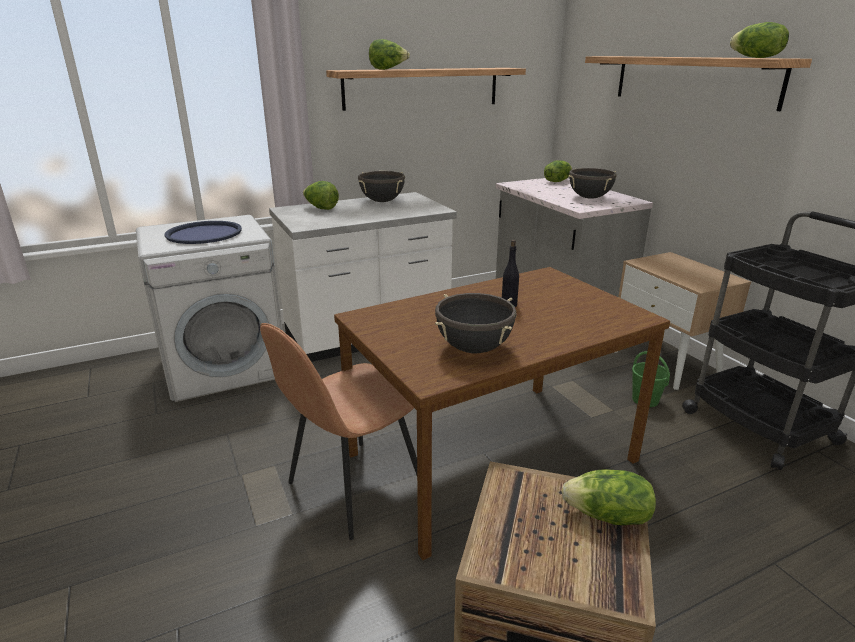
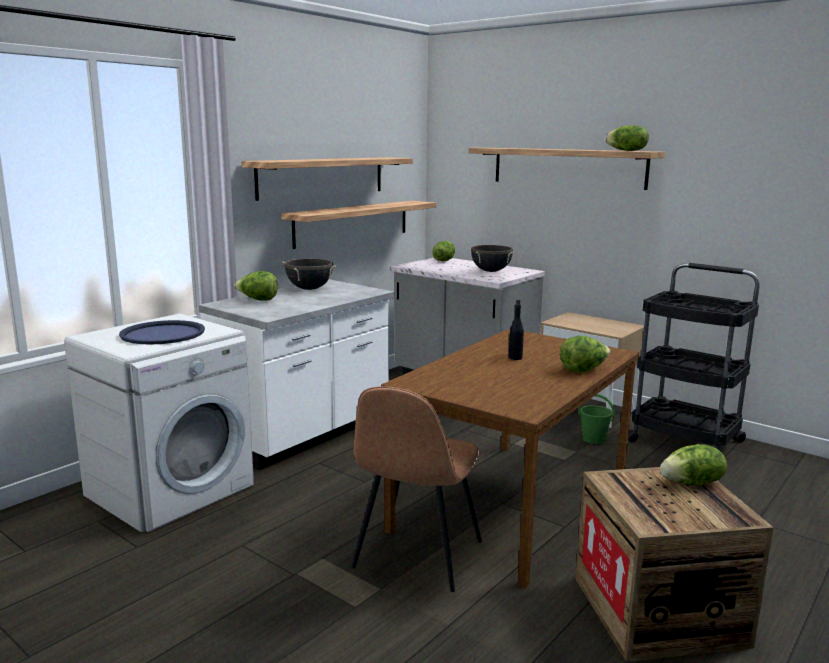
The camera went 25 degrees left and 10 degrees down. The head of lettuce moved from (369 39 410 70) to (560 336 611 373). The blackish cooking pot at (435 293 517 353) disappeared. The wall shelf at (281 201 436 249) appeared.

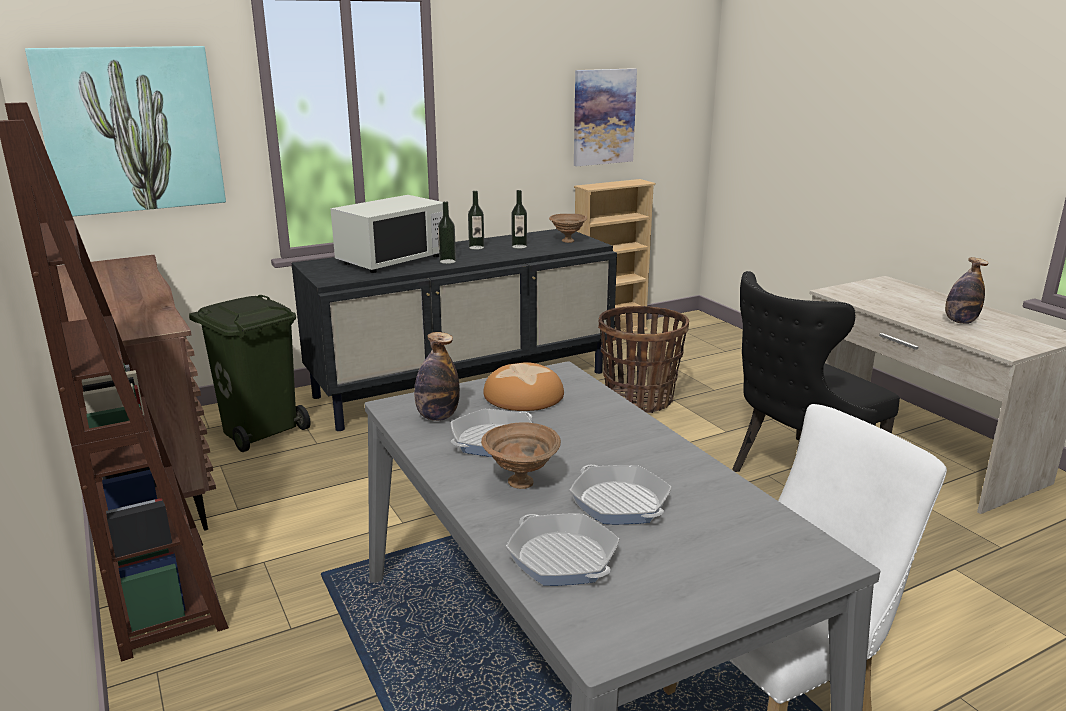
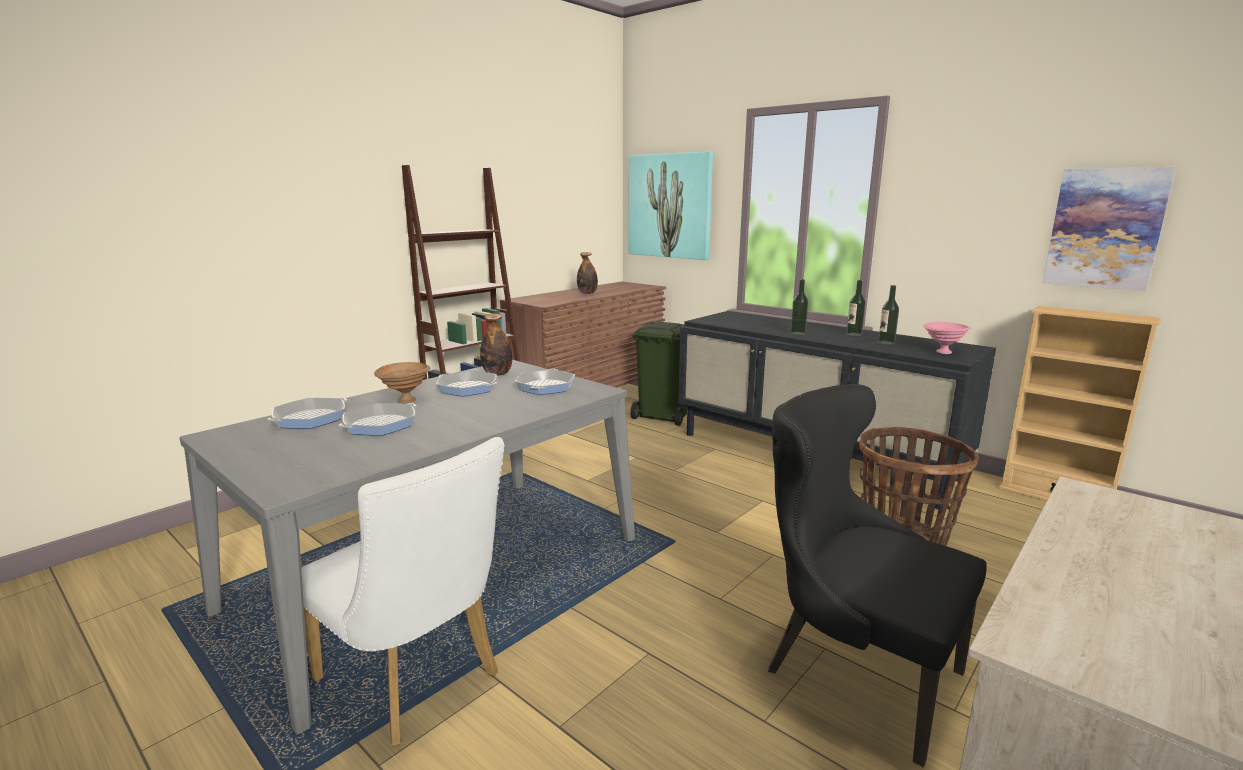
The camera went 70 degrees right and 5 degrees down. The whitish microwave at (330 195 443 273) disappeared. The brown deep dish at (549 214 587 243) became the pinkish deep dish at (923 322 971 354). The bottle moved from (945 257 988 324) to (577 252 598 294). The baked bread at (483 362 564 411) was replaced by the pan at (515 369 575 395).

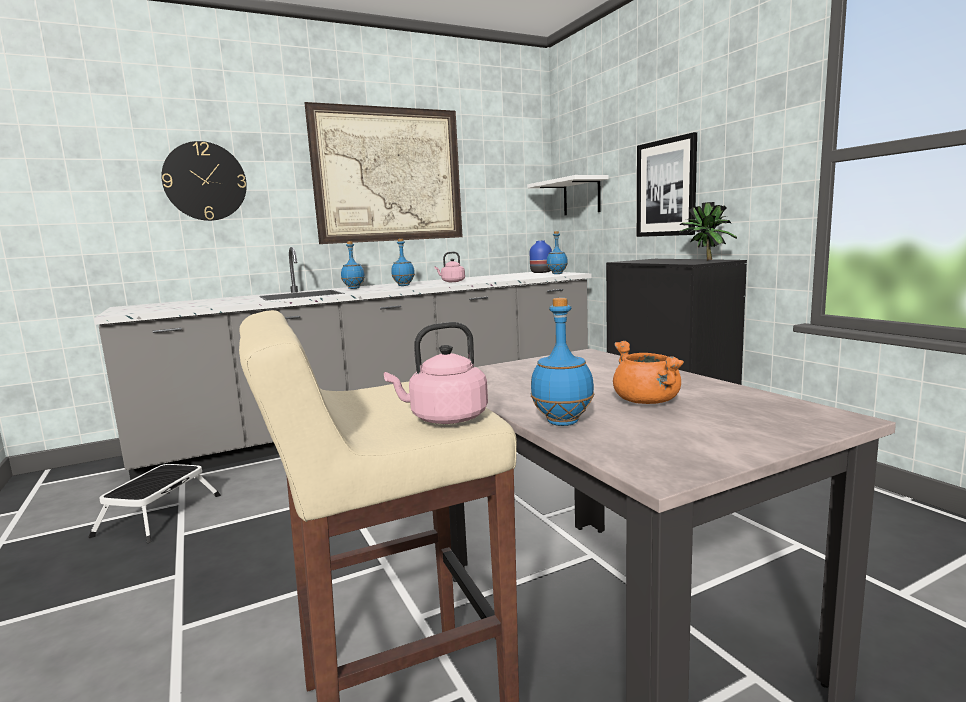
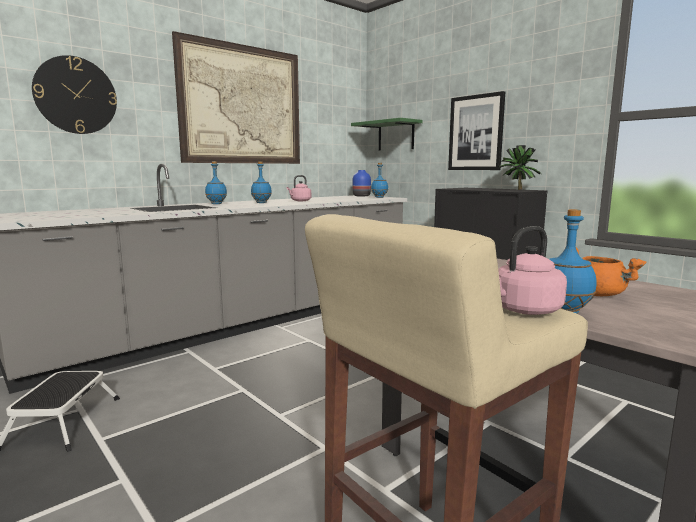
The camera went 15 degrees left and 0 degrees up. The whitish wall shelf at (527 175 609 215) became the greenish wall shelf at (351 118 423 151).

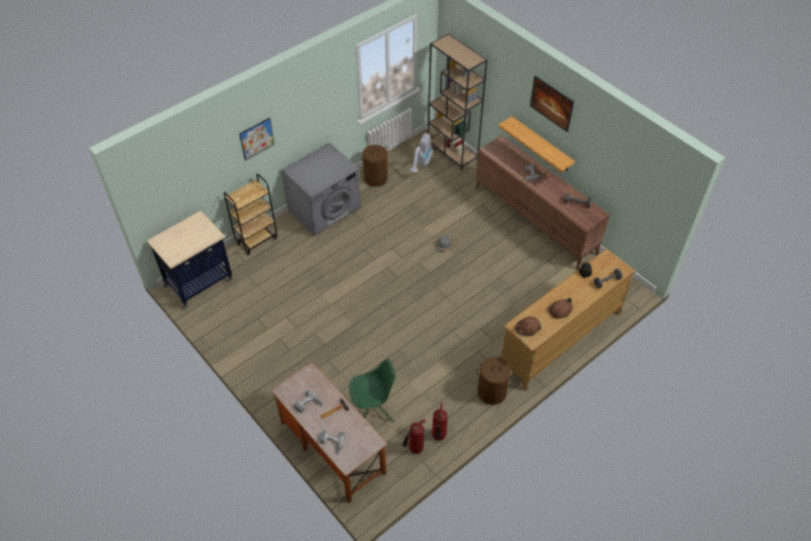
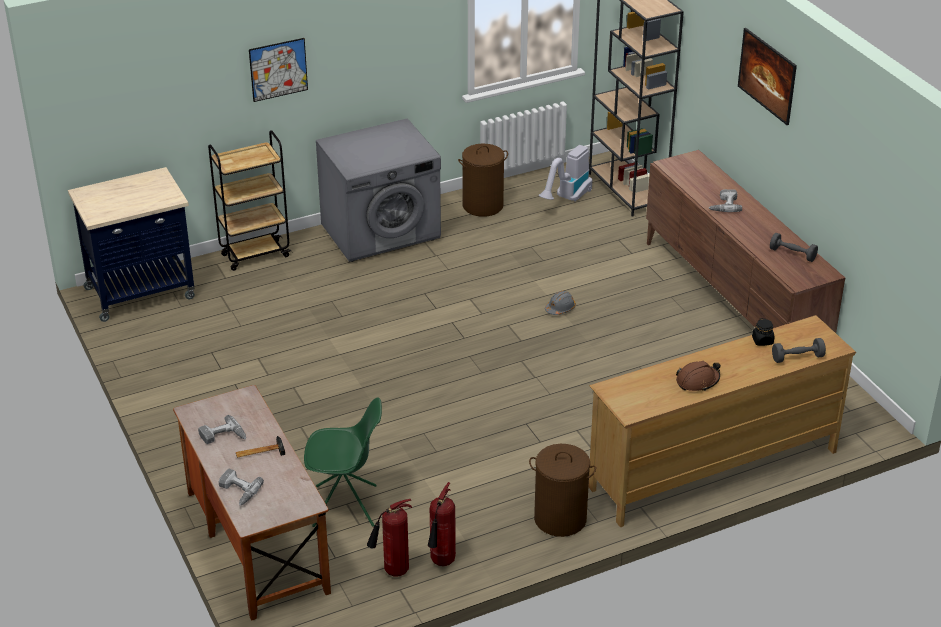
The camera went 15 degrees right and 15 degrees down. The wall shelf at (498 116 575 172) disappeared. The brown hard hat at (515 316 541 336) disappeared.

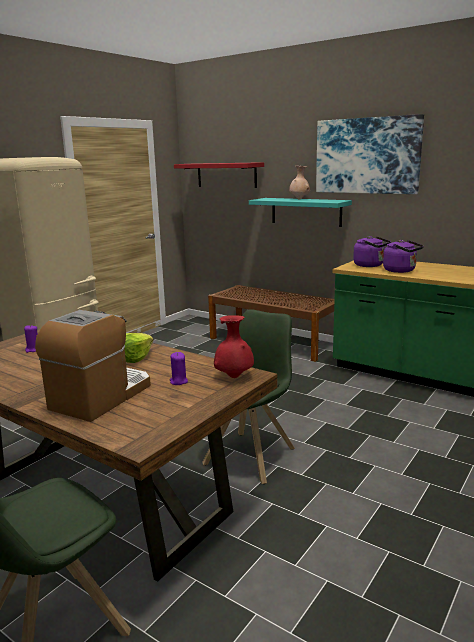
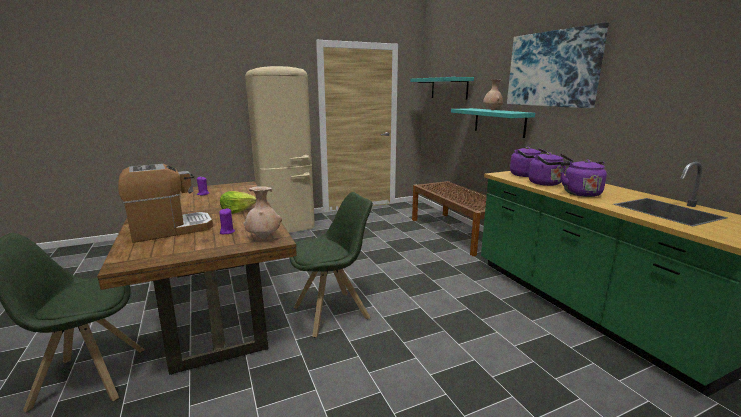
The camera went 30 degrees right and 0 degrees up. The reddish wall shelf at (174 162 264 188) became the turquoise-coloured wall shelf at (410 77 474 99). The reddish vase at (214 315 254 378) became the beige vase at (244 186 282 239). The purple-coloured tea kettle at (560 159 607 197) appeared.

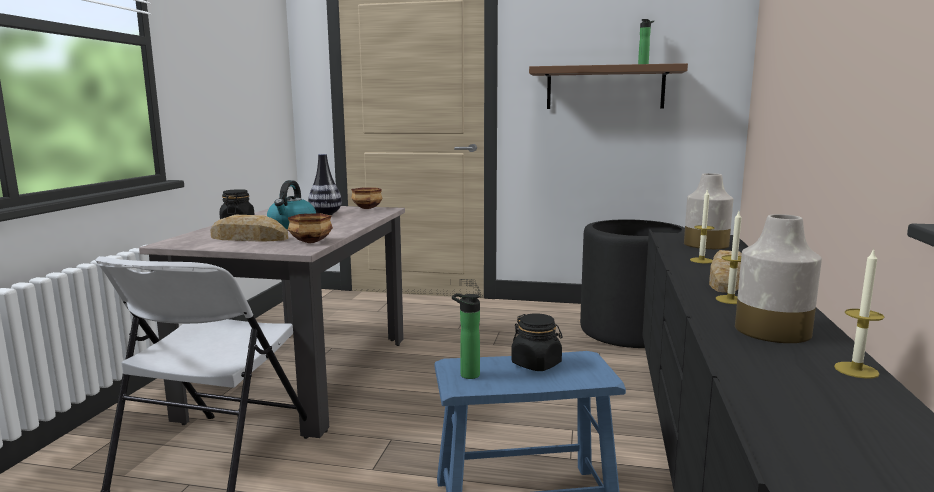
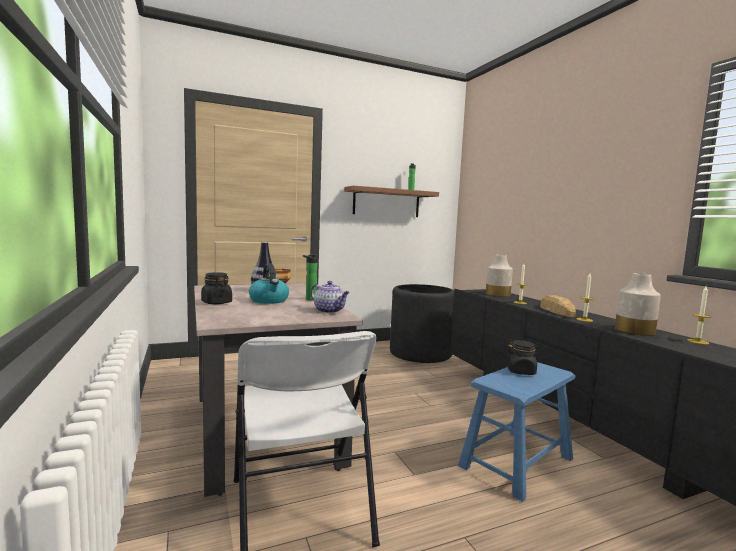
The camera went 35 degrees left and 5 degrees down. The deep dish at (288 213 333 243) was replaced by the teapot at (311 281 350 313). The baked bread at (210 215 288 242) disappeared. The bottle moved from (452 293 480 379) to (303 254 318 300).

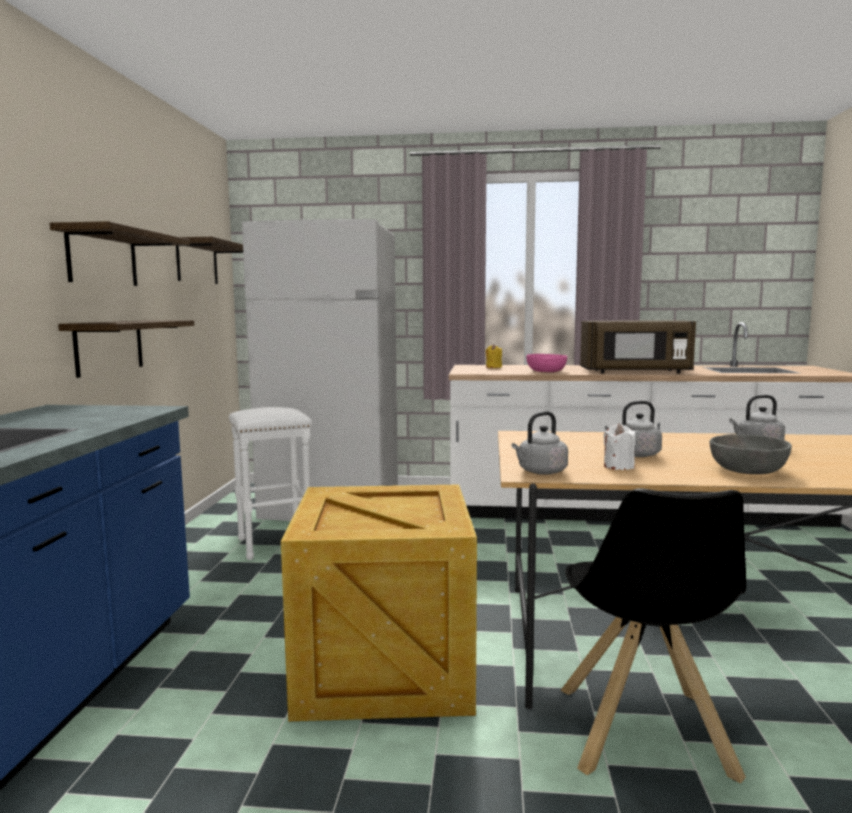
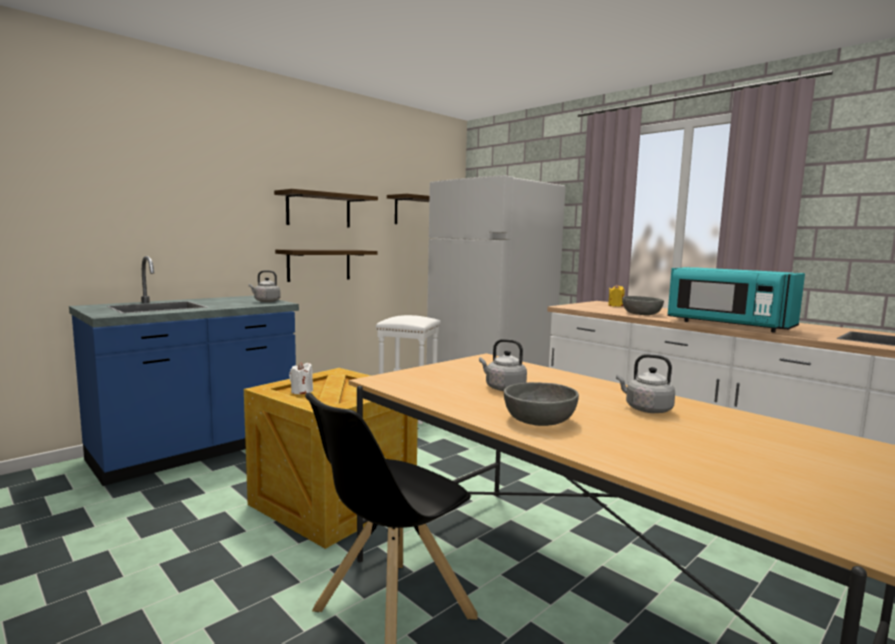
The camera went 40 degrees right and 0 degrees up. The brown microwave at (580 320 696 374) became the turquoise-coloured microwave at (667 267 805 332). The pinkish deep dish at (526 354 567 372) became the gray deep dish at (622 296 664 315). The gray tea kettle moved from (511 412 568 475) to (249 270 280 302). The whitish wax candle moved from (603 423 636 470) to (289 362 313 395).

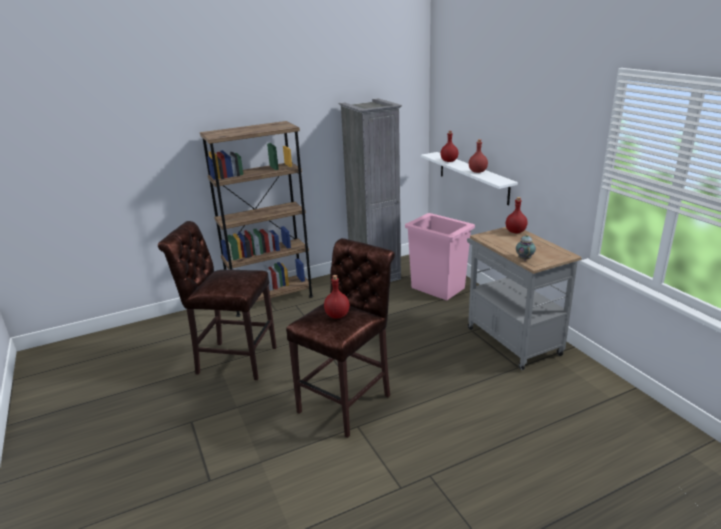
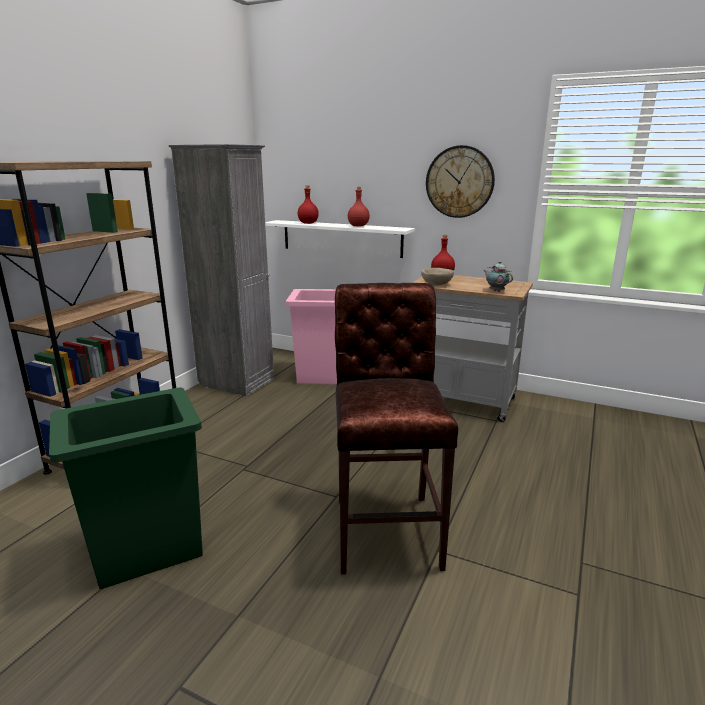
The camera went 40 degrees left and 5 degrees down. The brown stool seat at (158 221 277 380) was replaced by the greenish trash can at (49 388 203 589). The reddish bottle at (324 275 350 318) disappeared. The wall clock at (426 145 495 218) appeared. The beige deep dish at (421 268 454 285) appeared.

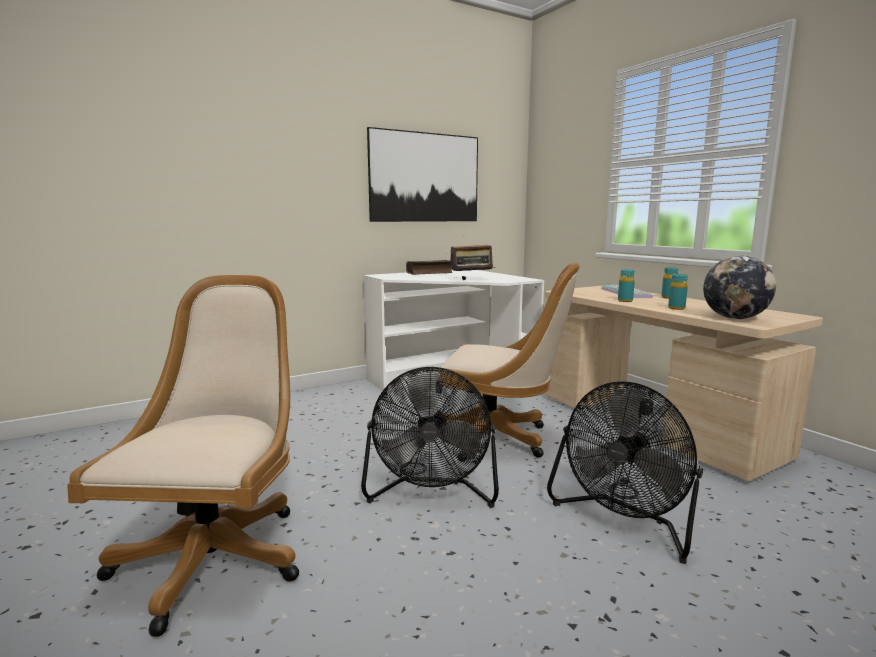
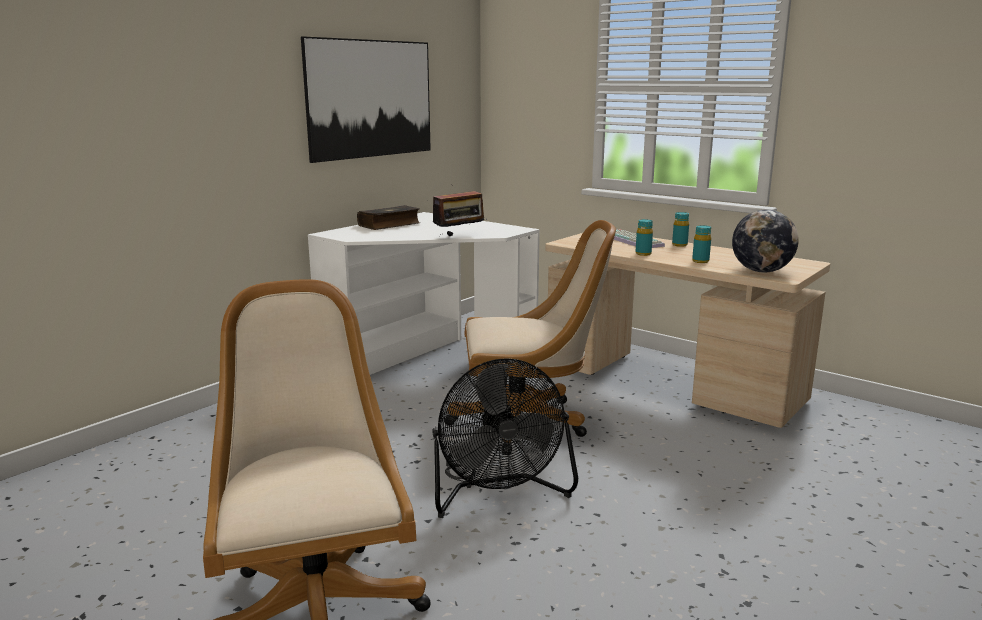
The camera went 20 degrees left and 5 degrees up. The blackish electric fan at (547 381 703 564) disappeared.

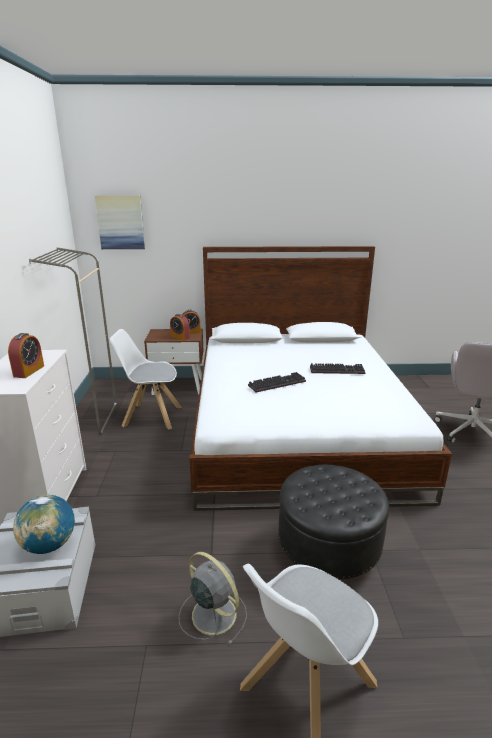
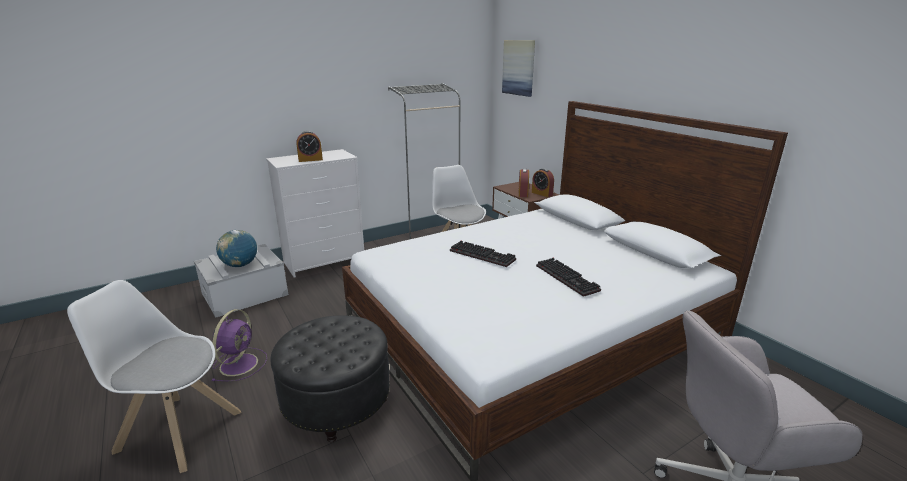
The camera went 60 degrees right and 0 degrees up. The gray electric fan at (179 552 247 645) became the purple-coloured electric fan at (212 309 267 381).

